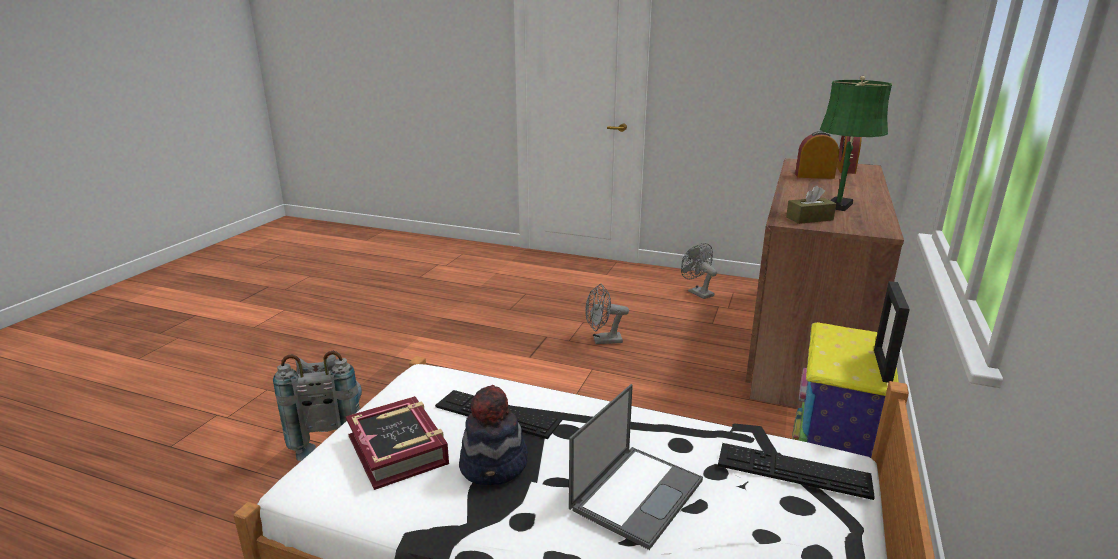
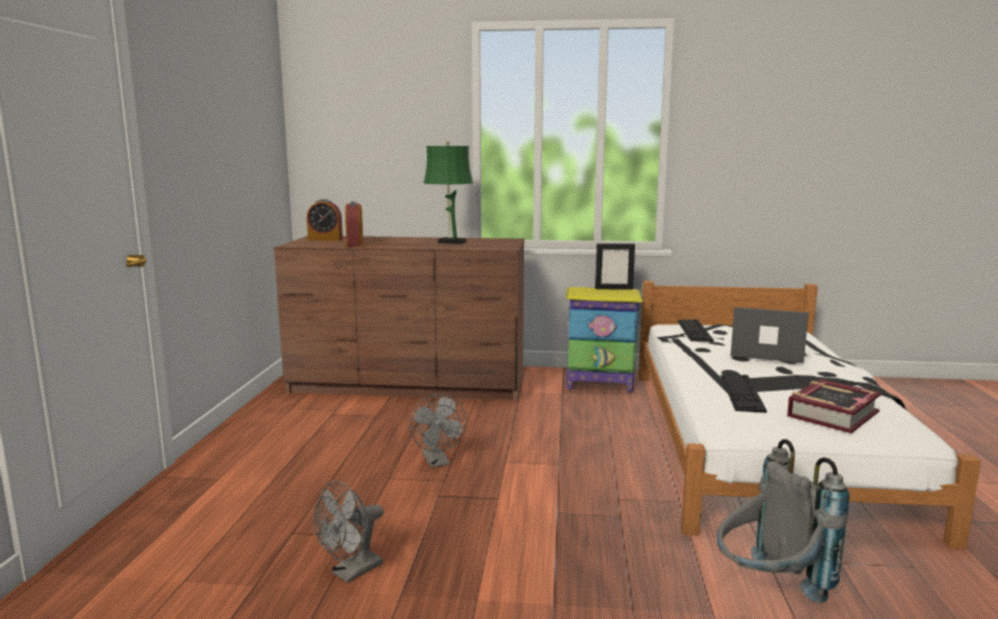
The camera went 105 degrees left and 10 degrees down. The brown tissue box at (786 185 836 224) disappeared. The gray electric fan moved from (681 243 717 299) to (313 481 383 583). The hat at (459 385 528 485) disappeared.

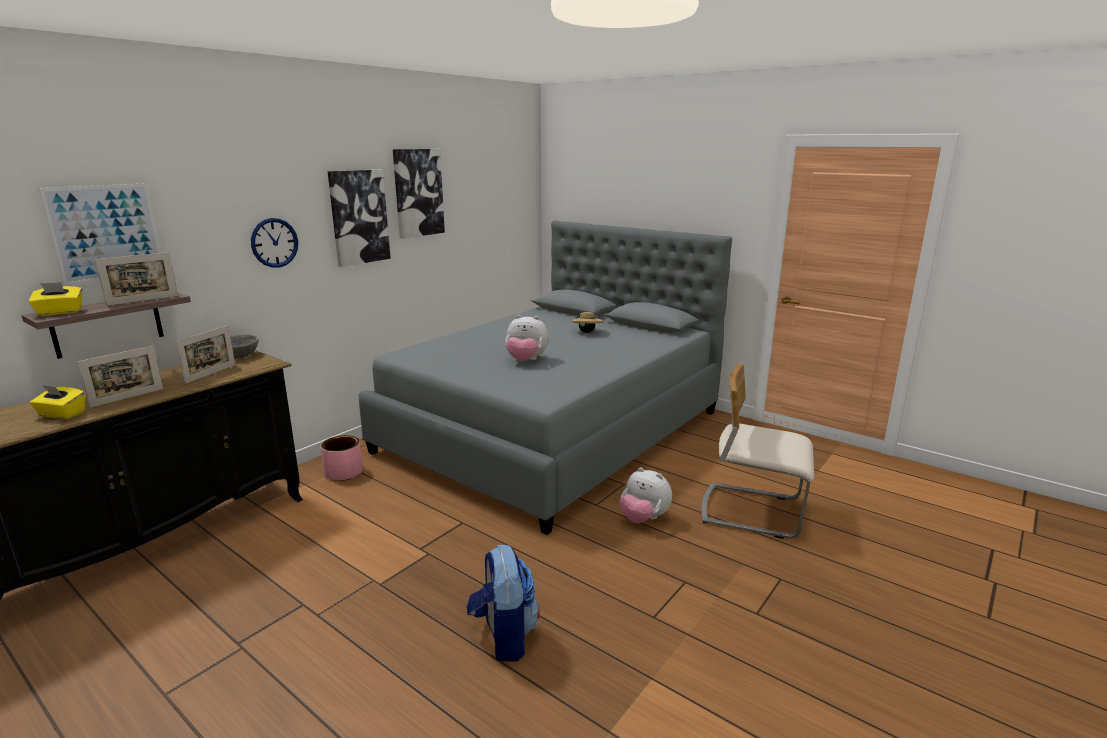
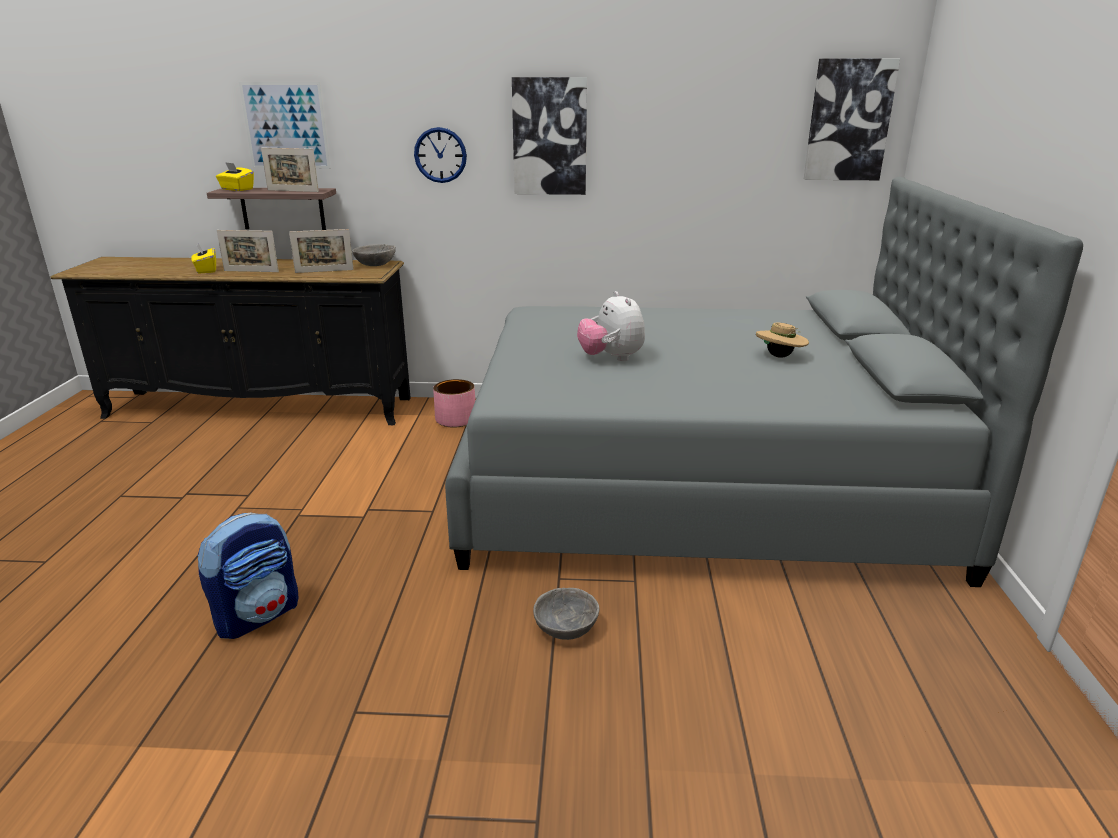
The camera went 55 degrees right and 5 degrees up. The wall art moved from (393 149 445 238) to (804 59 900 180). The beige plain chair at (701 364 814 539) disappeared. The cuddly toy at (620 467 672 523) was replaced by the gray deep dish at (533 588 600 640).

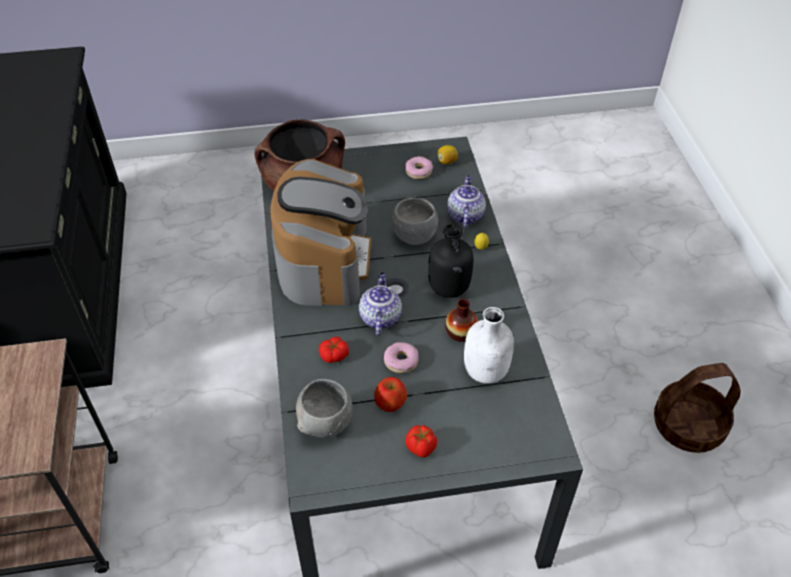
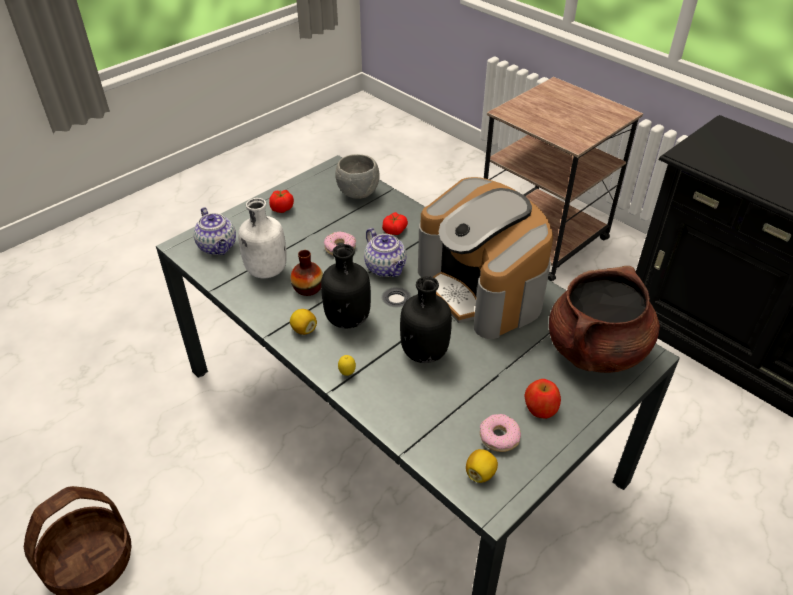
The camera went 145 degrees right and 5 degrees down. The teapot moved from (447 175 486 228) to (193 207 236 255). The gray deep dish at (392 198 438 245) was replaced by the blackish bottle at (400 276 452 363). The whole apple moved from (374 377 407 412) to (524 379 561 419). The lemon at (290 309 317 335) appeared.

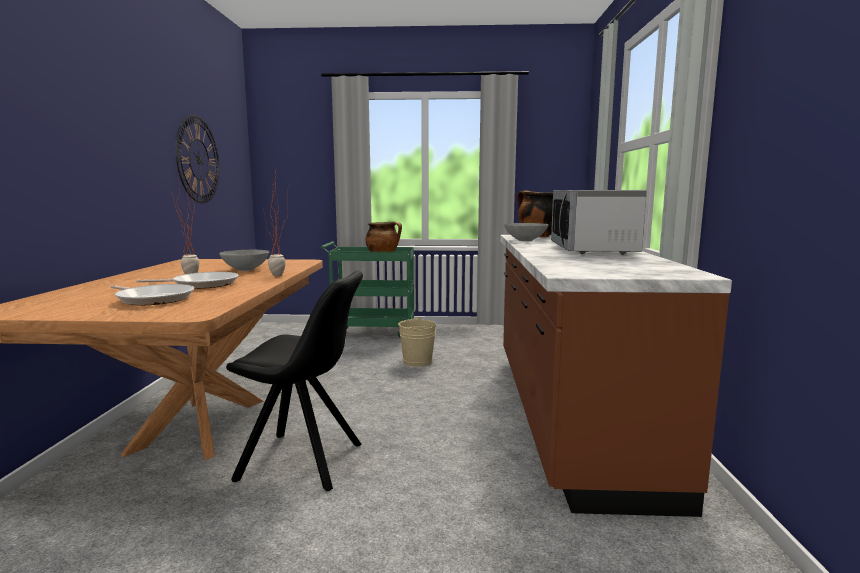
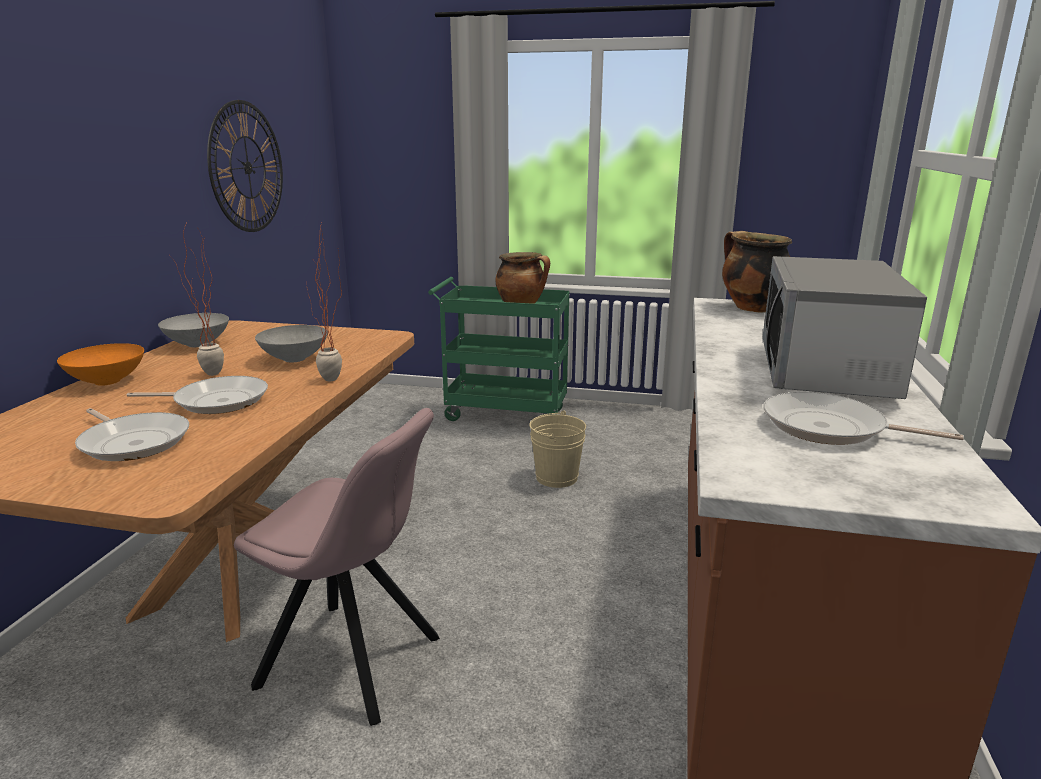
The camera went 10 degrees right and 10 degrees up. The gray deep dish moved from (504 223 548 241) to (158 313 229 347). The blackish plain chair at (226 271 363 491) became the pinkish plain chair at (234 408 440 726). The orangey deep dish at (57 343 144 386) appeared. The pan at (763 392 964 445) appeared.

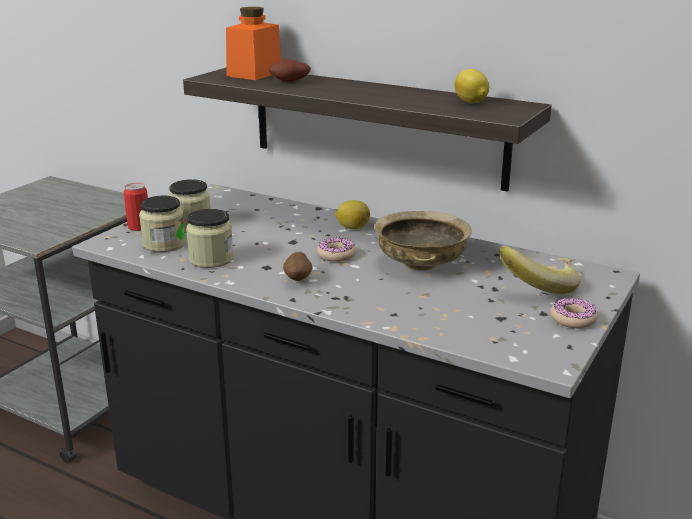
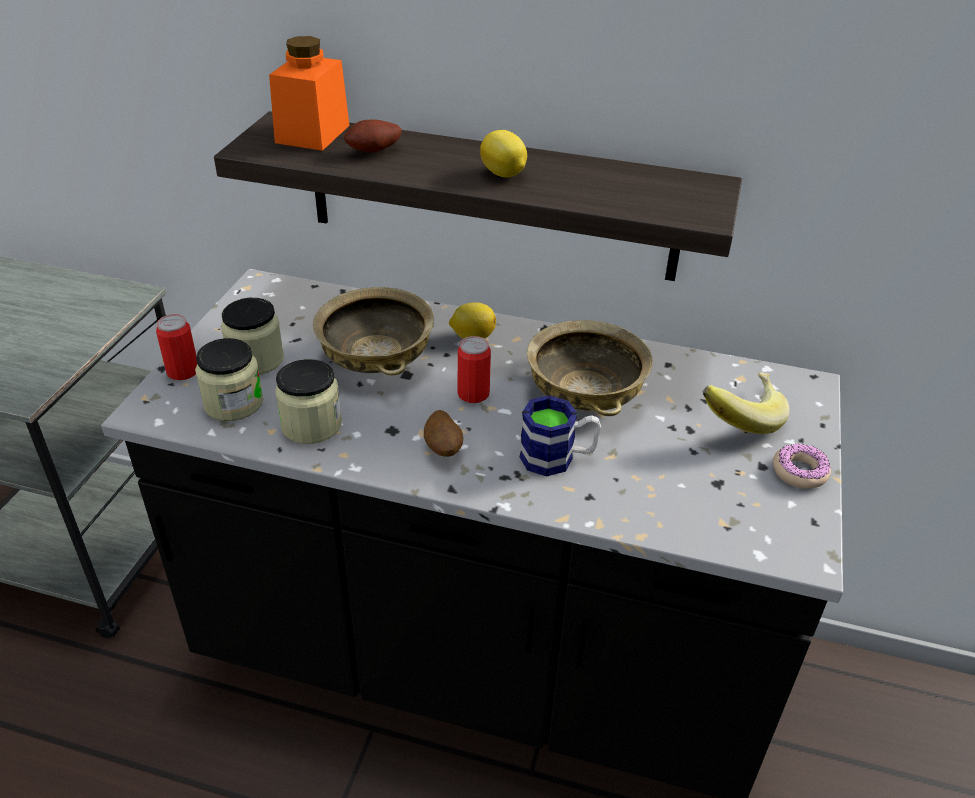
The camera went 15 degrees left and 15 degrees up. The lemon moved from (455 69 489 103) to (480 130 527 178). The doughnut at (317 237 356 262) was replaced by the metal can at (458 336 491 403). The beige deep dish at (313 287 434 376) appeared. The tea mug at (520 395 601 476) appeared.

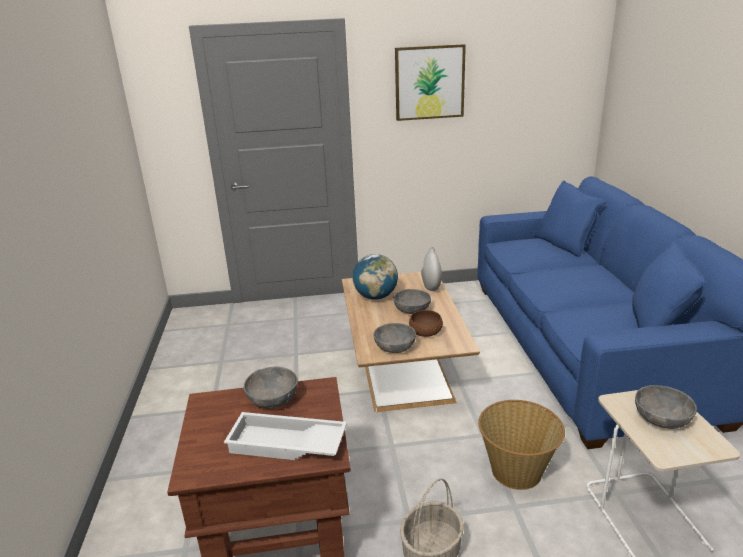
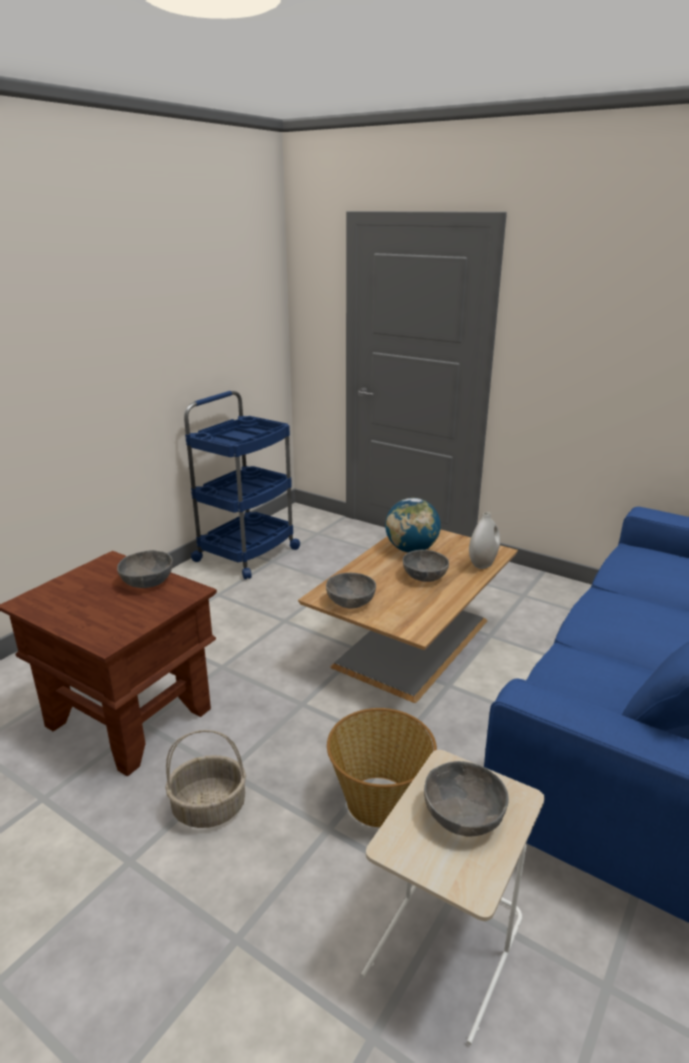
The camera went 40 degrees right and 0 degrees up. The wall art at (395 44 466 121) disappeared. The brown deep dish at (409 310 443 337) disappeared. The whitish serving tray at (224 412 347 460) disappeared. The blue-coloured wheeled cart at (184 391 300 579) appeared.

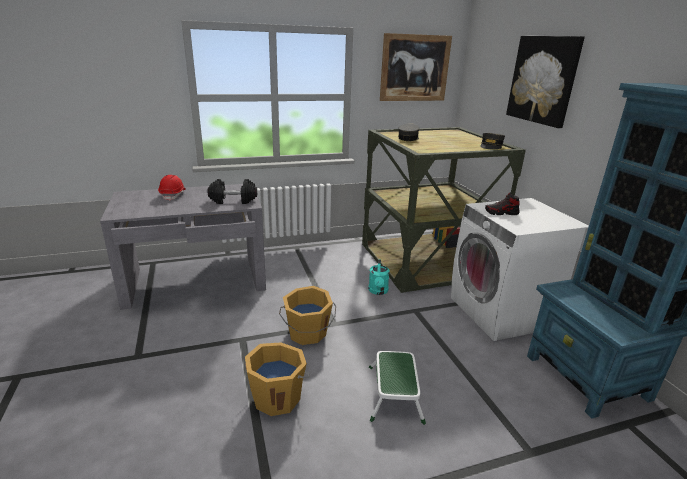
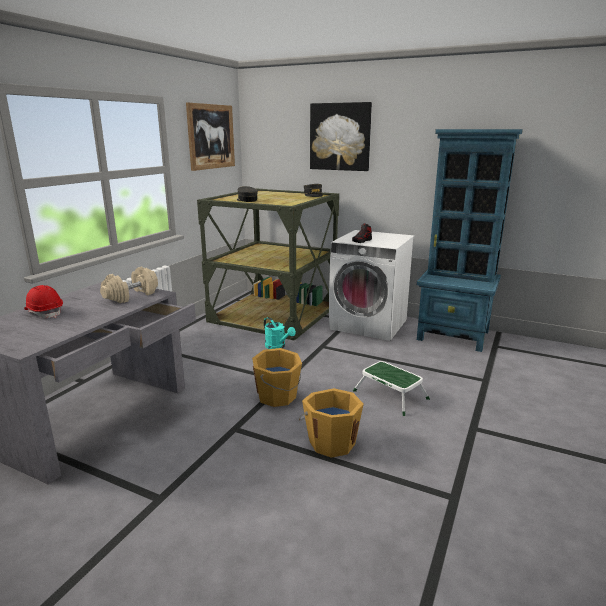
The camera went 45 degrees left and 5 degrees down. The blackish free weight at (208 179 257 204) became the beige free weight at (100 266 158 303).

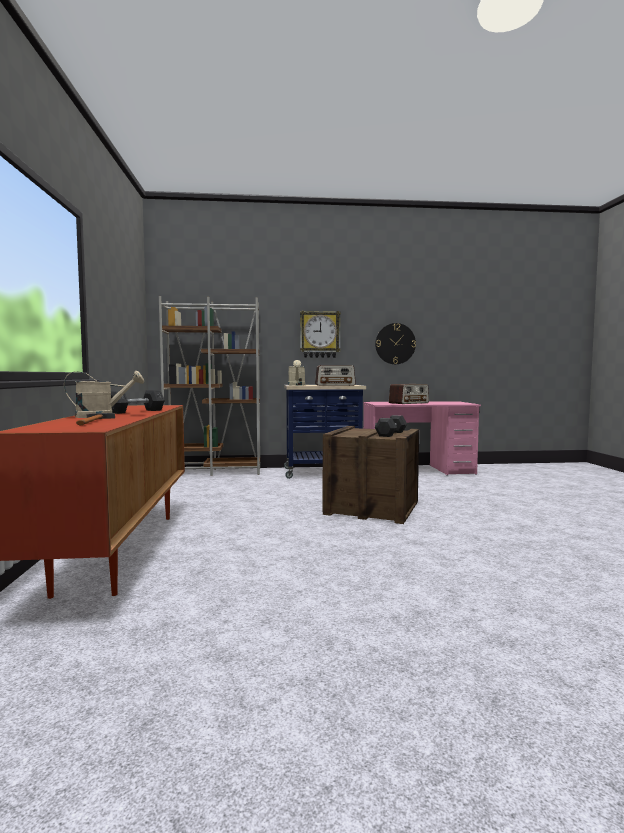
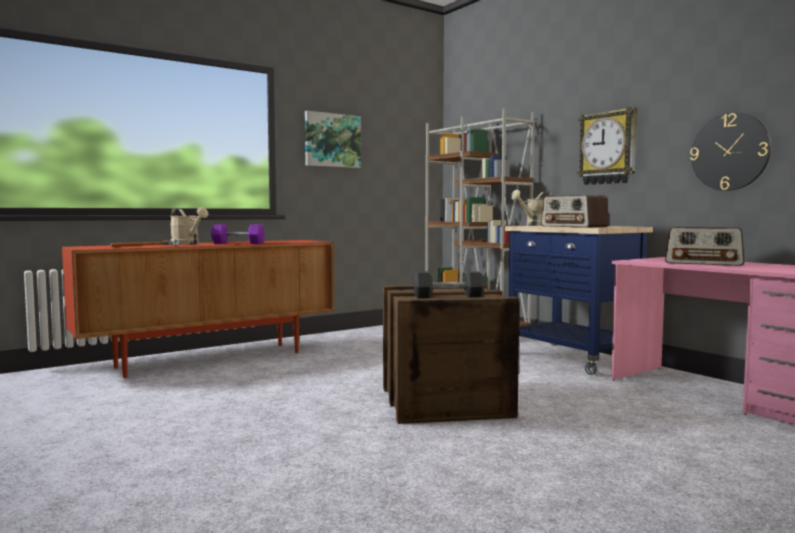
The camera went 60 degrees right and 0 degrees up. The gray free weight at (111 390 165 414) became the purple-coloured free weight at (211 225 265 244). The wall art at (305 111 361 168) appeared.

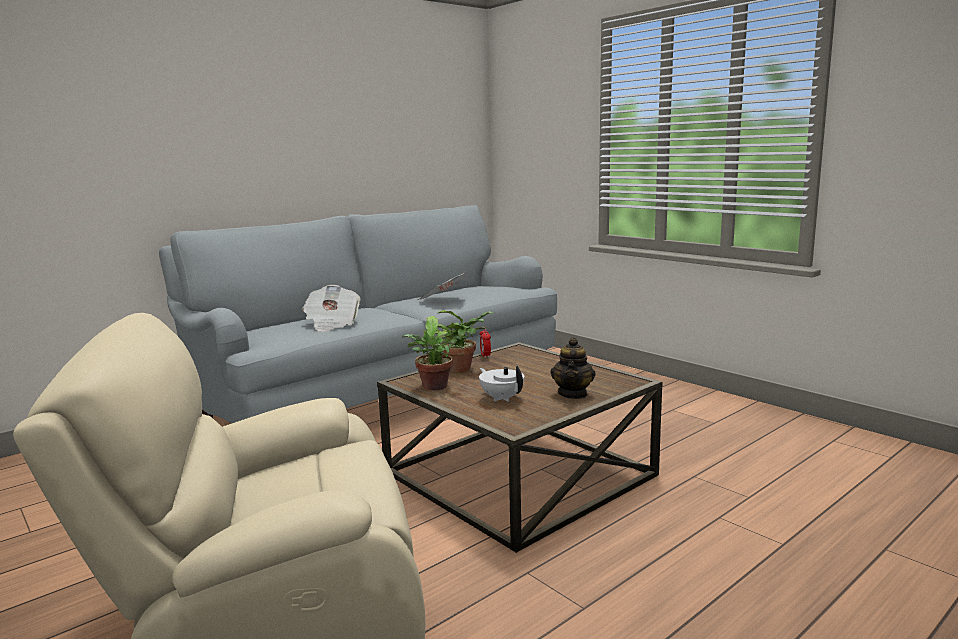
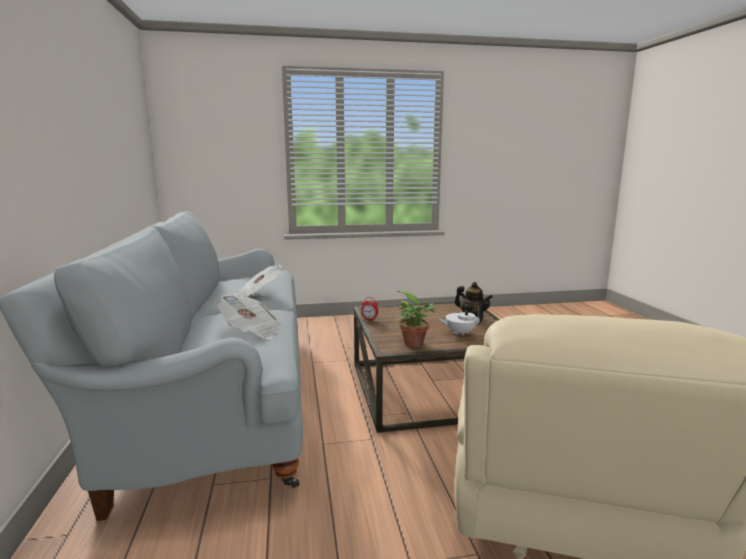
The camera went 60 degrees left and 0 degrees up. The potted plant at (436 310 494 373) disappeared.

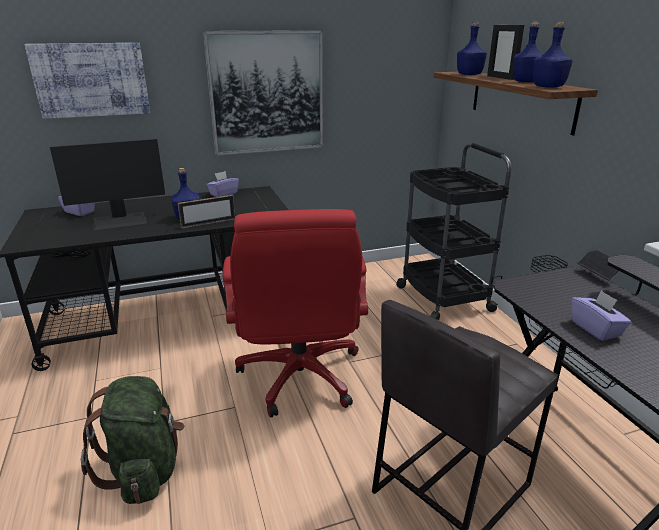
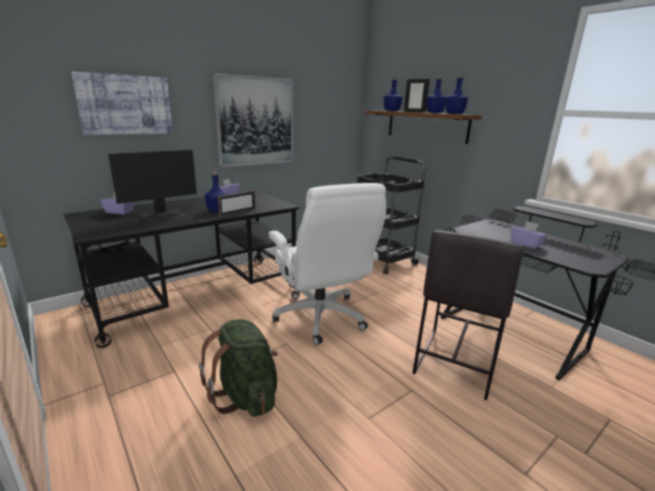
The camera went 20 degrees left and 5 degrees down. The reddish office chair at (223 209 368 418) became the whitish office chair at (269 183 386 345).

